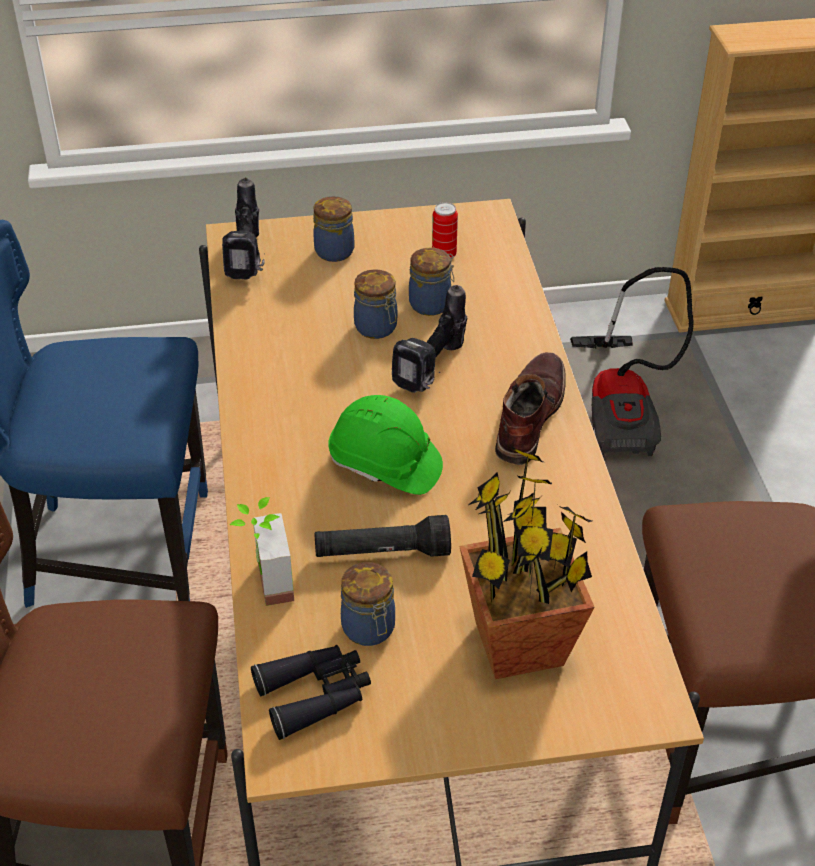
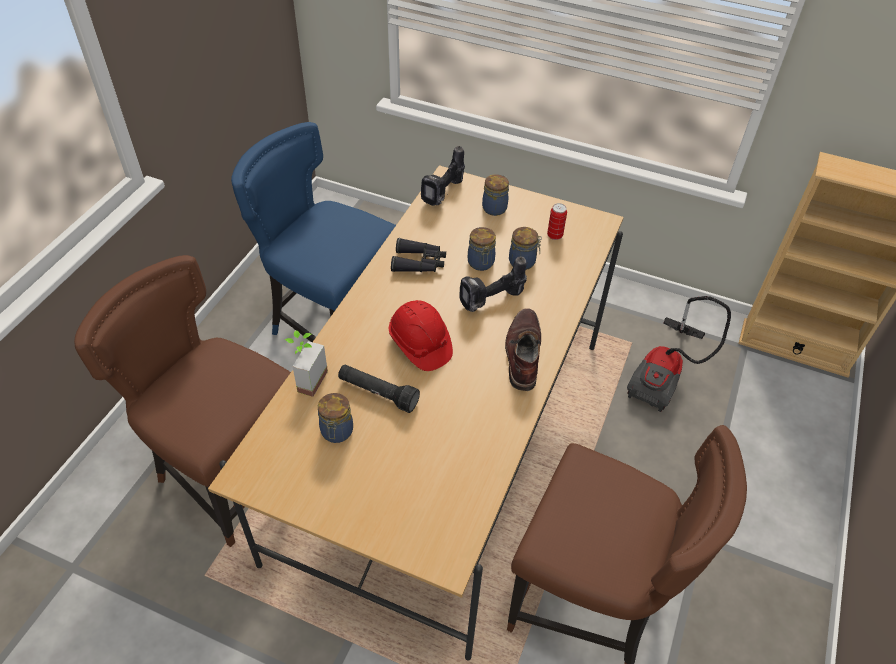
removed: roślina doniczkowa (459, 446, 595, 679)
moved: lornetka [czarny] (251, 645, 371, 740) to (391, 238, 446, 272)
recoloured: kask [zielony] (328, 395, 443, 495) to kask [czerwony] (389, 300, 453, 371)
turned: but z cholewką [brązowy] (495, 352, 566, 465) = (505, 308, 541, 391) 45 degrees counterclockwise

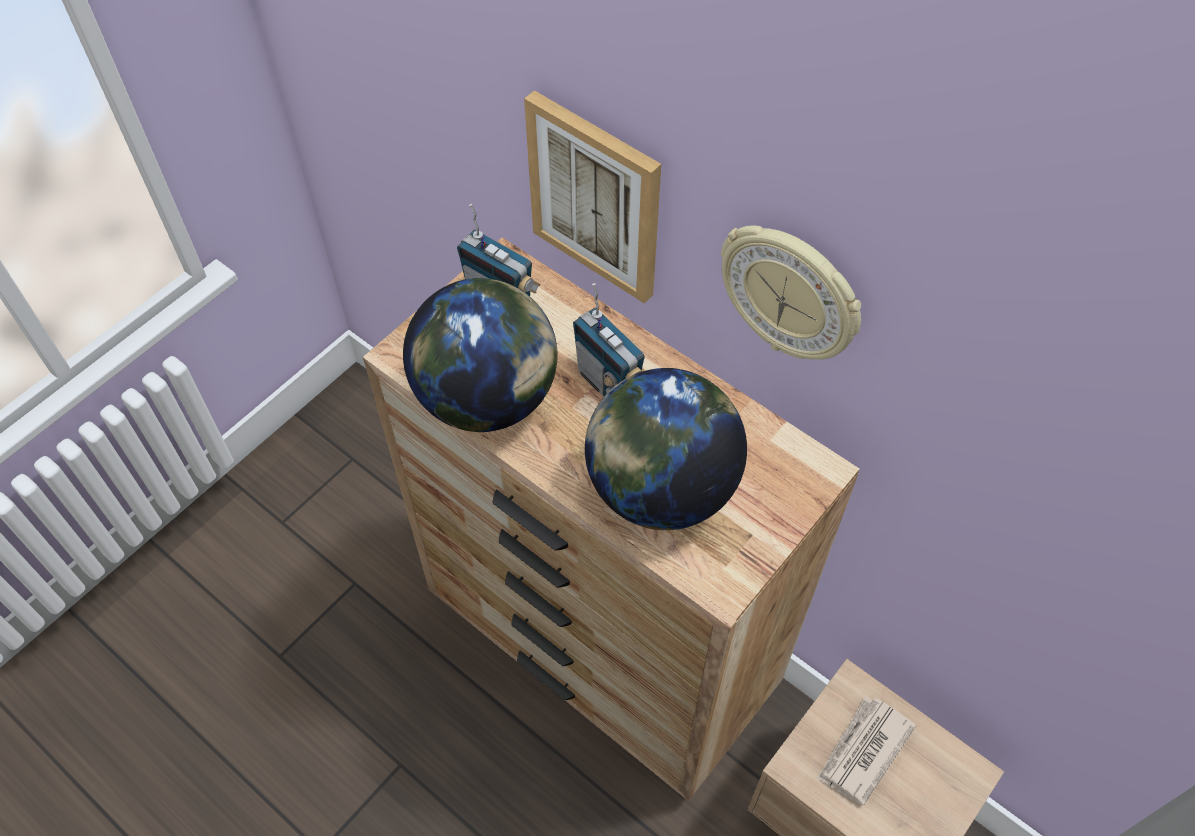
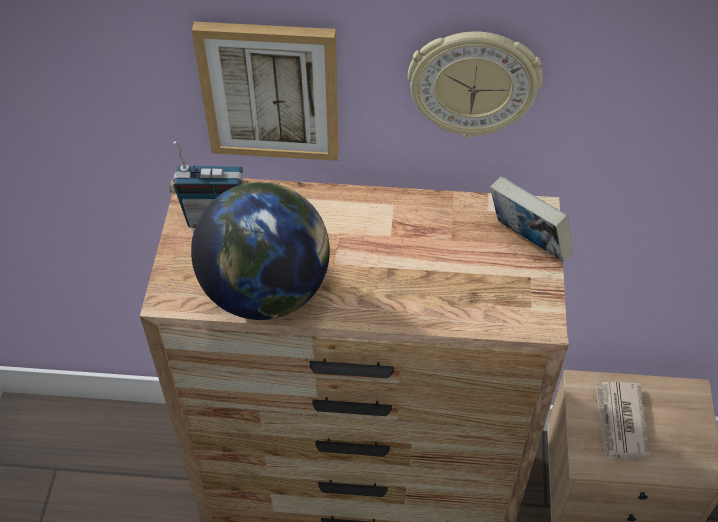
removed: radio (573, 283, 646, 396); globus (585, 368, 747, 530)
added: książka (490, 177, 573, 262)

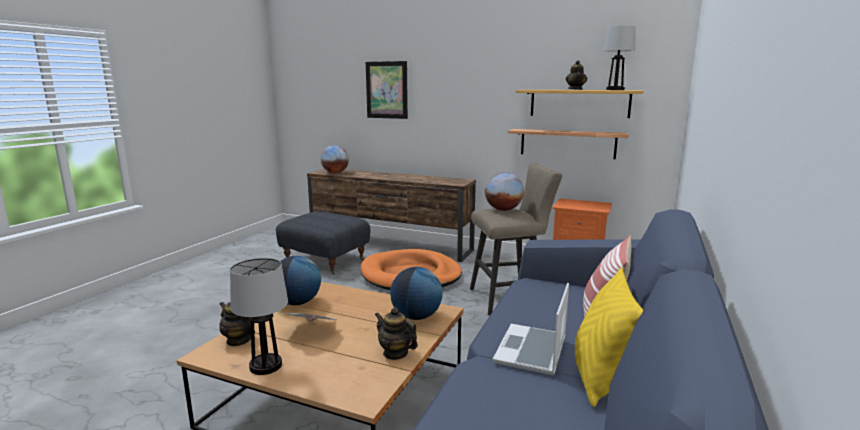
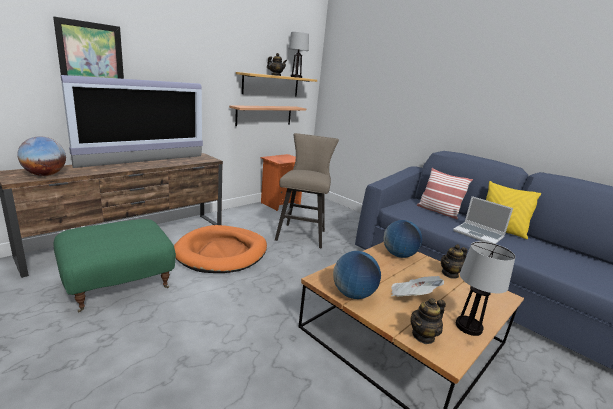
removed: globus (485, 172, 524, 211)
added: telewizor (61, 75, 203, 168)
recoloured: pufa [szary] (276, 211, 370, 275) to pufa [zielony] (54, 219, 176, 312)

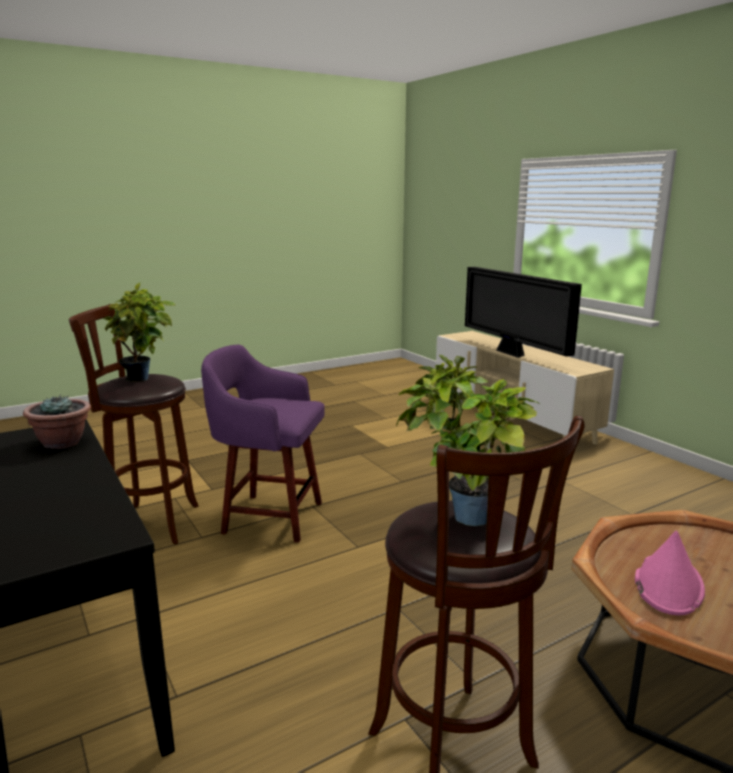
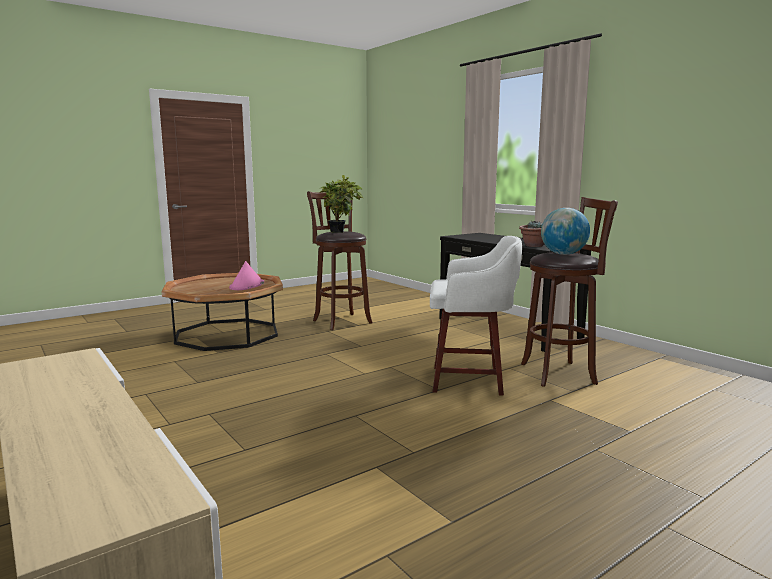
removed: telewizor (465, 267, 582, 358)
replaced: roślina doniczkowa (103, 282, 175, 381) to globus (541, 208, 590, 255)
recoloured: stołek [fioletowy] (201, 344, 325, 543) to stołek [biały] (430, 236, 522, 395)

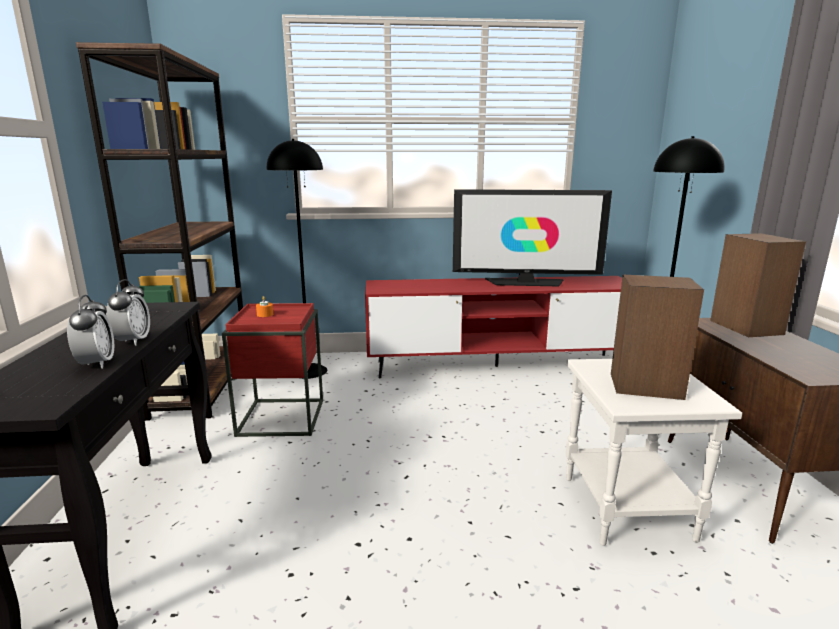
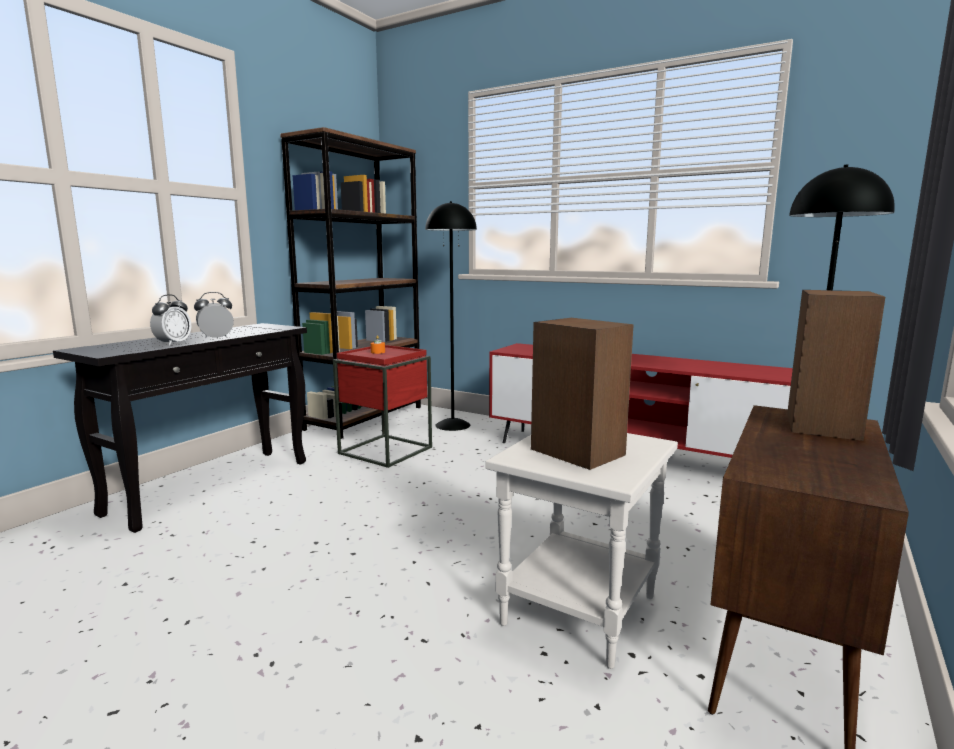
removed: telewizor (453, 189, 612, 286)
turned: budzik (106, 279, 150, 346) = (194, 292, 234, 339) 150 degrees counterclockwise

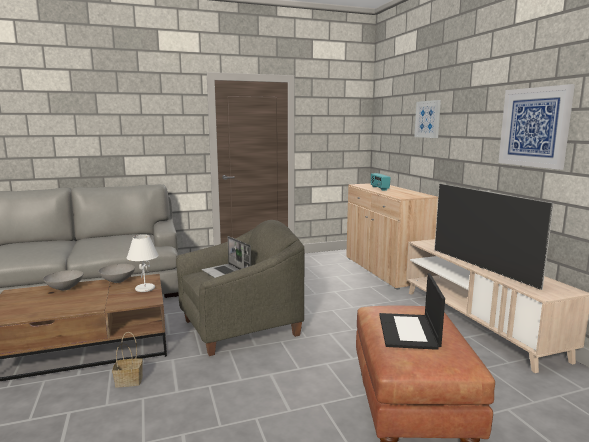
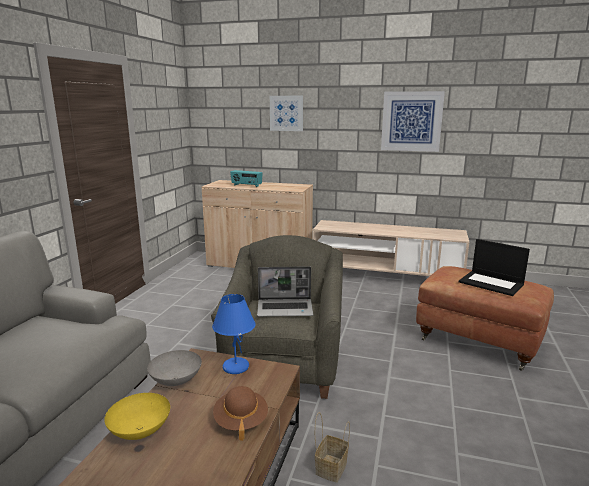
removed: telewizor (434, 184, 554, 290)
added: kapelusz [brązowy] (213, 386, 268, 441)
recoloured: miska [szary] (43, 270, 83, 291) to miska [żółty] (104, 393, 170, 440); lampa stołowa [biały] (127, 235, 159, 292) to lampa stołowa [niebieski] (212, 294, 256, 374)

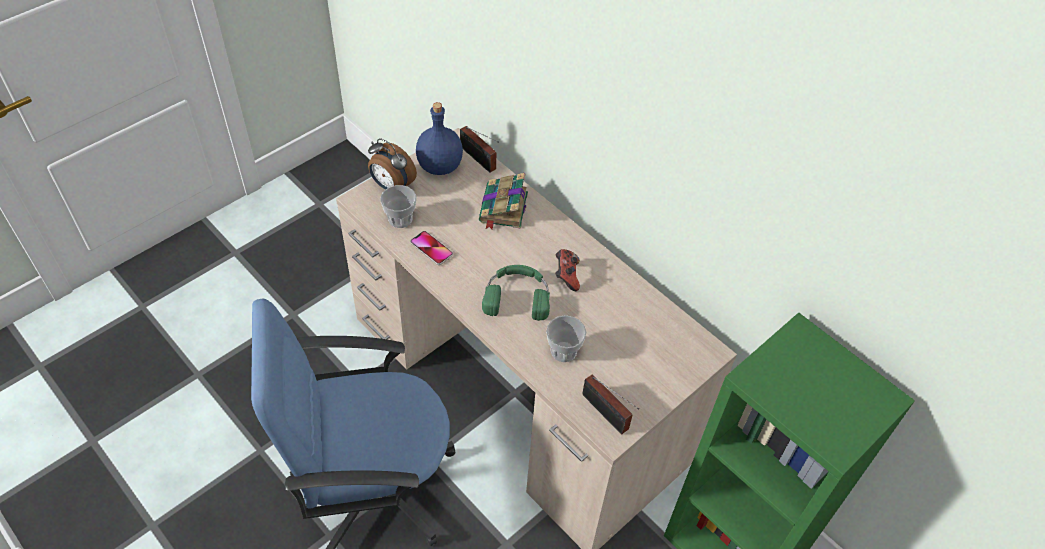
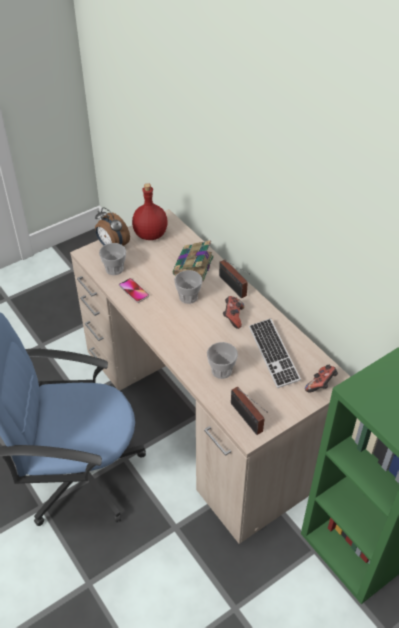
removed: słuchawki [zielony] (482, 265, 550, 321)
added: filiżanka (174, 270, 202, 304); klawiatura (249, 318, 301, 388); pad do gier (305, 365, 338, 393)
moved: radio (460, 126, 499, 173) to (219, 260, 250, 298)
recoloured: butelka [niebieski] (416, 102, 463, 175) to butelka [czerwony] (132, 183, 168, 240)

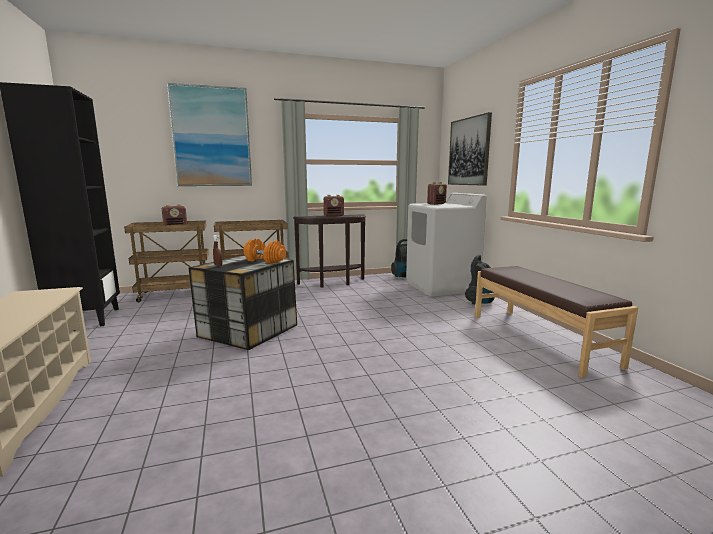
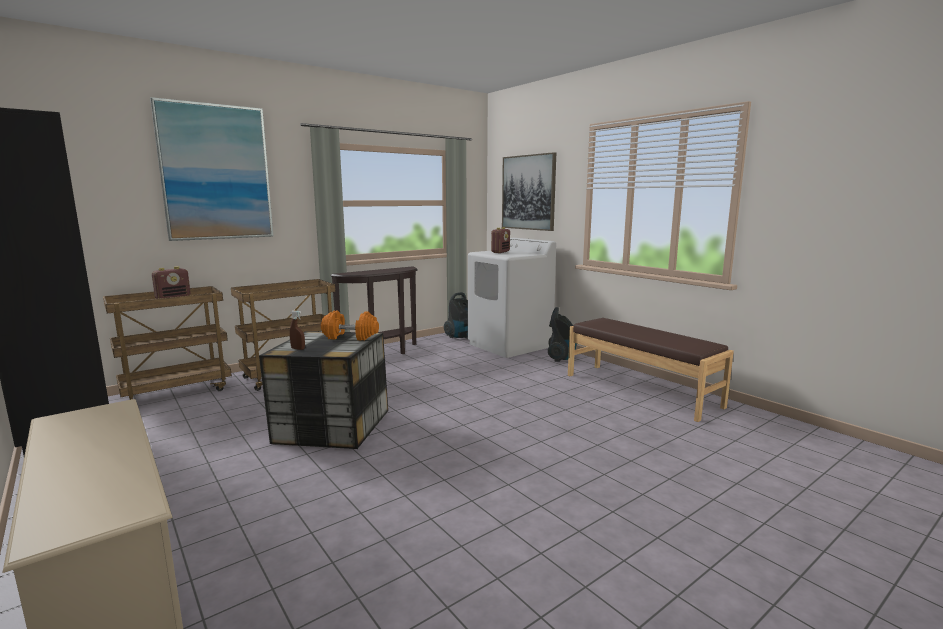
removed: radio (323, 195, 344, 217)

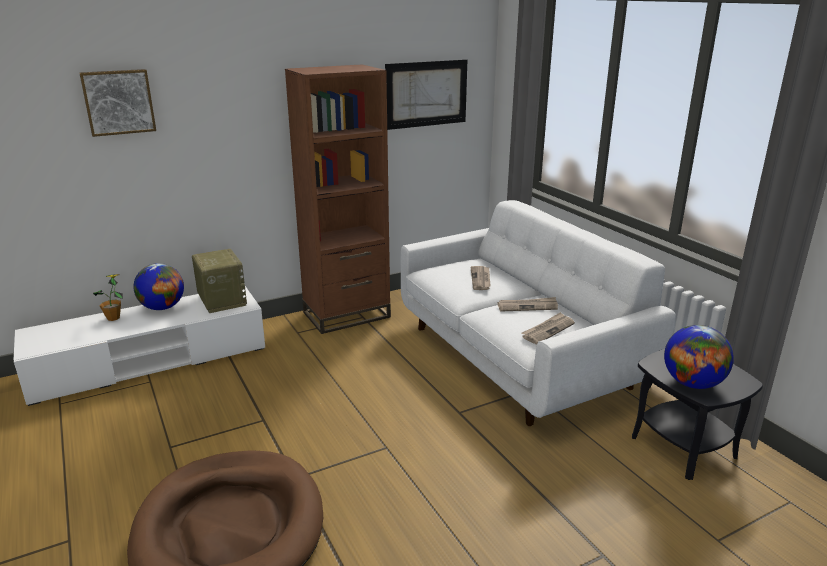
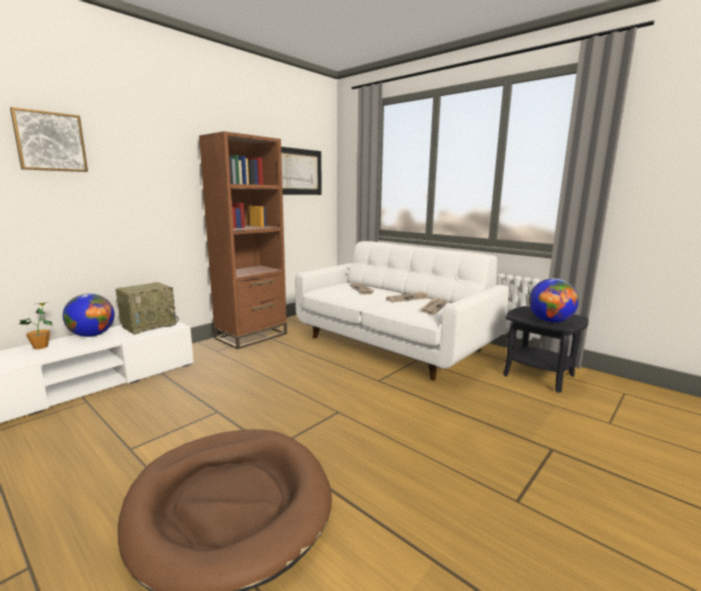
turned: radio (192, 249, 247, 313) = (116, 282, 179, 335) 90 degrees clockwise

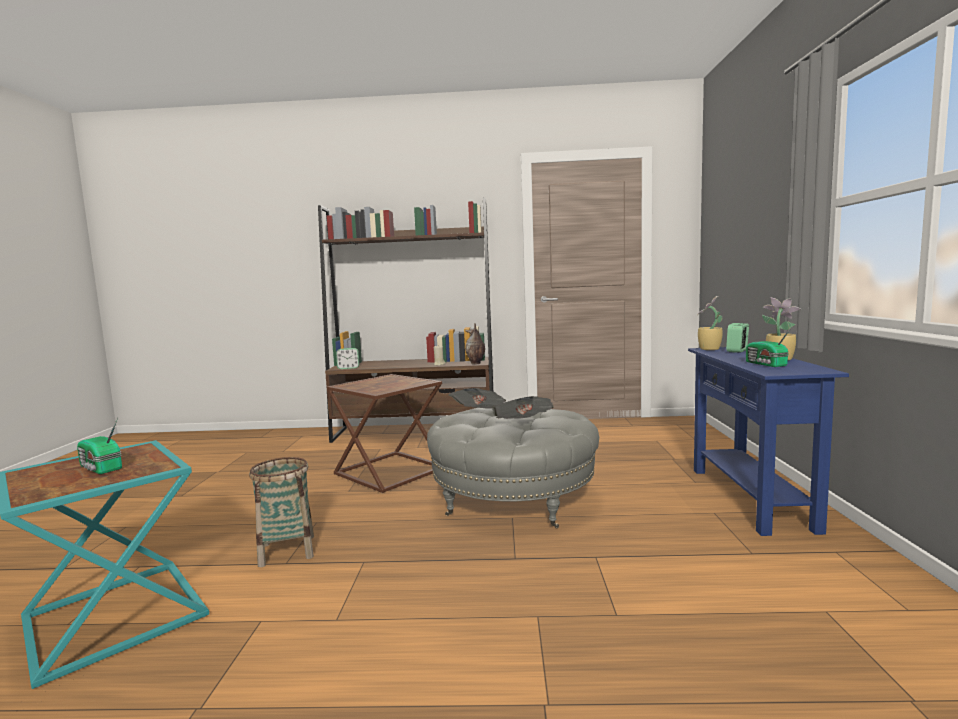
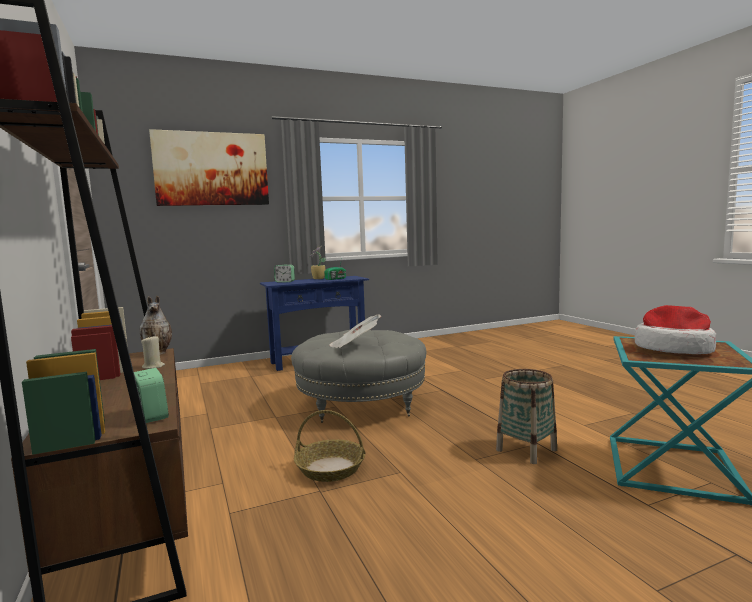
removed: gazeta (492, 396, 554, 419); roślina doniczkowa (697, 296, 723, 350)
added: obraz (149, 129, 269, 206)
replaced: radio (77, 418, 122, 474) to kapelusz (635, 305, 716, 354); stolik [brązowy] (327, 374, 442, 493) to koszyk (294, 410, 366, 482)

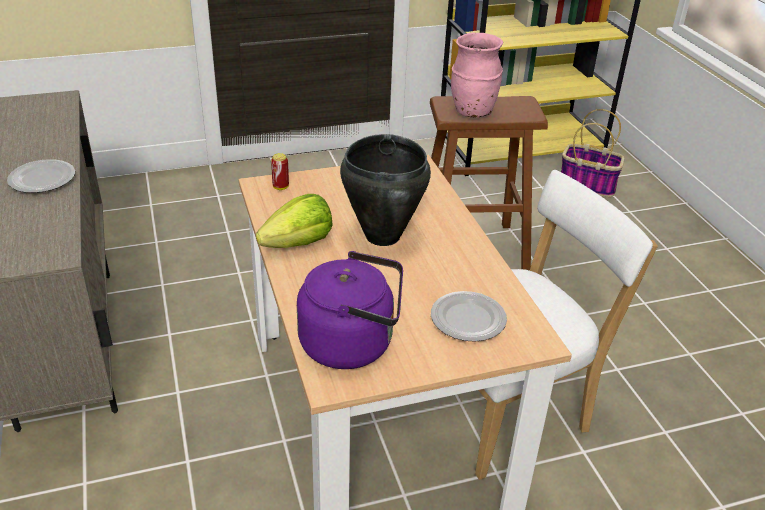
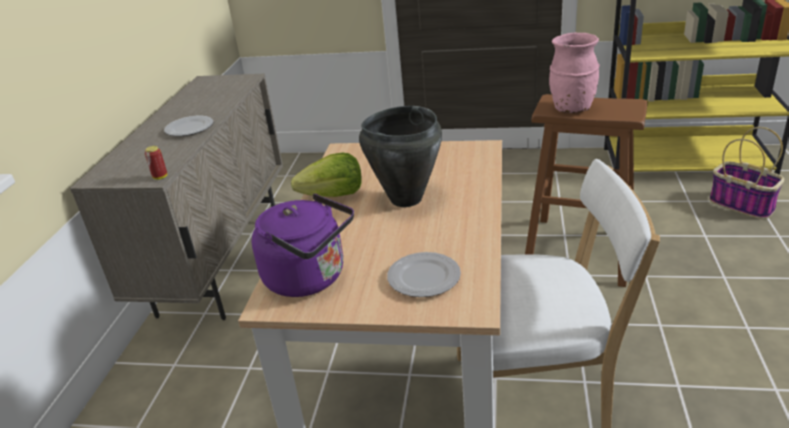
moved: puszka (271, 153, 289, 190) to (145, 146, 167, 180)

